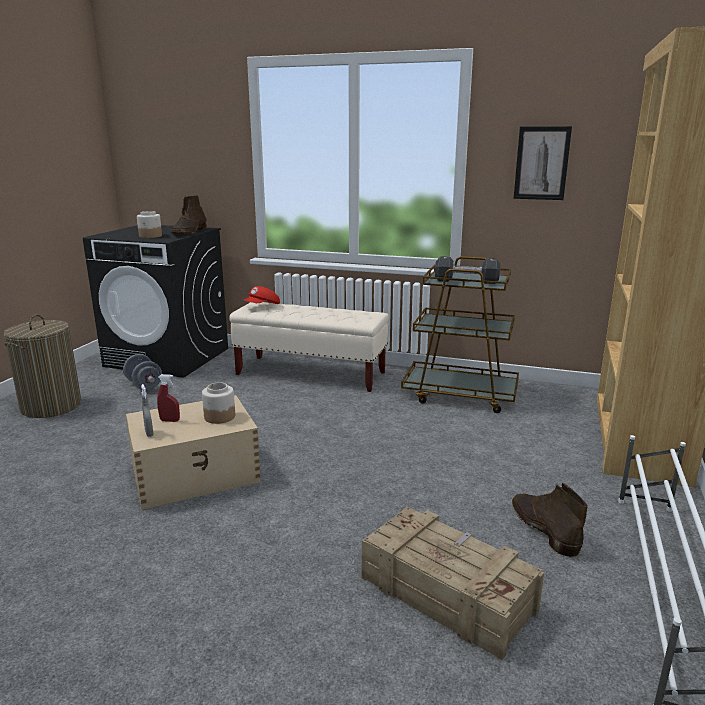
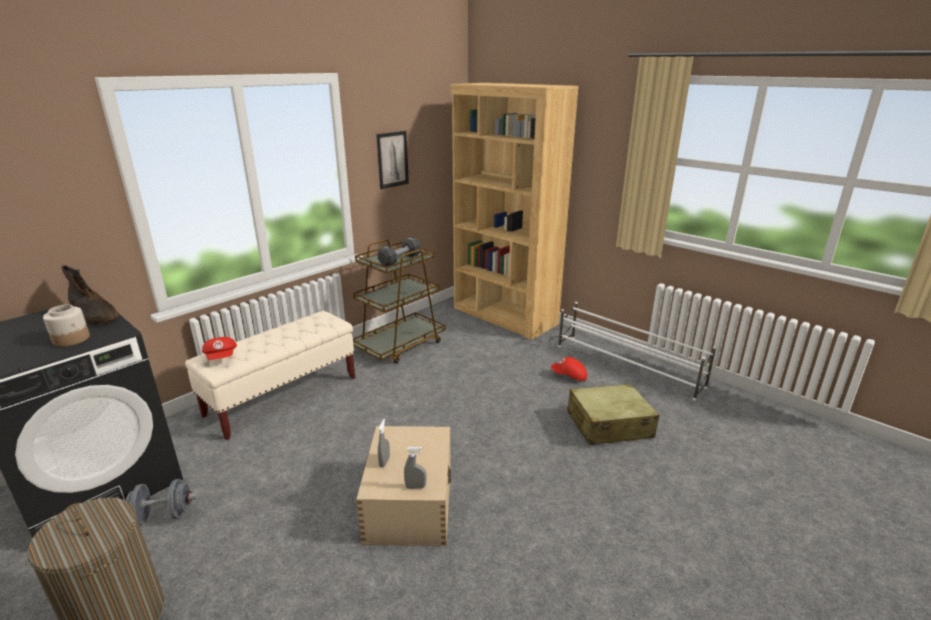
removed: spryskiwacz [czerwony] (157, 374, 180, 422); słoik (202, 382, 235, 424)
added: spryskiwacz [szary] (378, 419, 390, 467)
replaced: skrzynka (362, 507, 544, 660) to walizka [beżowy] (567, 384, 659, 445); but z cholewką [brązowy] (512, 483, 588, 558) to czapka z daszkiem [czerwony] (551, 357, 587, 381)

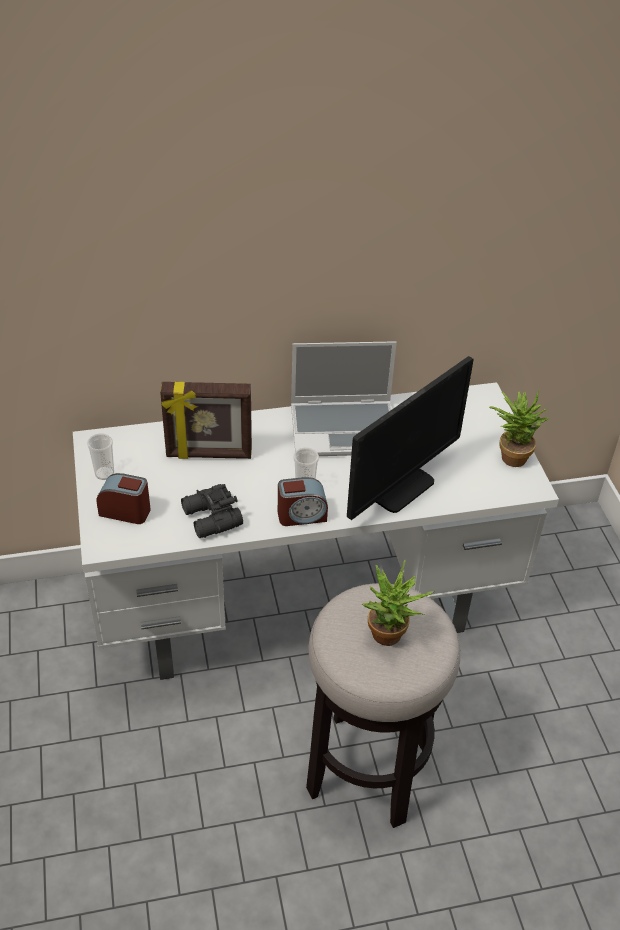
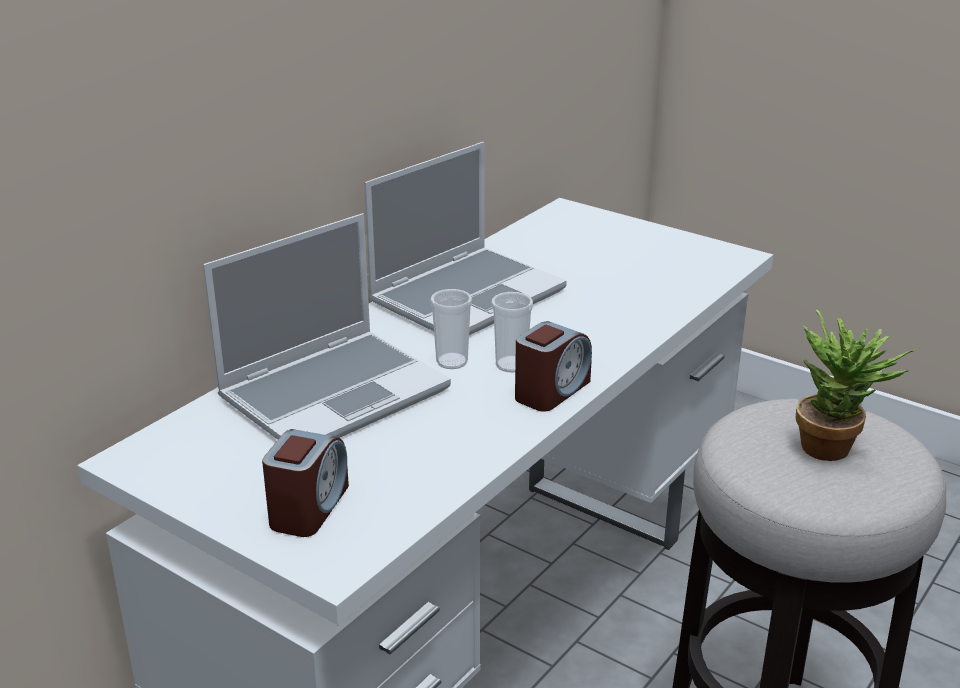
removed: lornetka [czarny] (181, 484, 243, 538); monitor (347, 356, 474, 520); roślina doniczkowa (489, 389, 549, 467)
moved: filiżanka (87, 433, 114, 480) to (430, 289, 472, 369)
replaced: ramka na zdjęcie (160, 382, 252, 459) to laptop (203, 213, 451, 440)
turned: budzik (97, 473, 151, 524) = (262, 429, 349, 537) 135 degrees clockwise

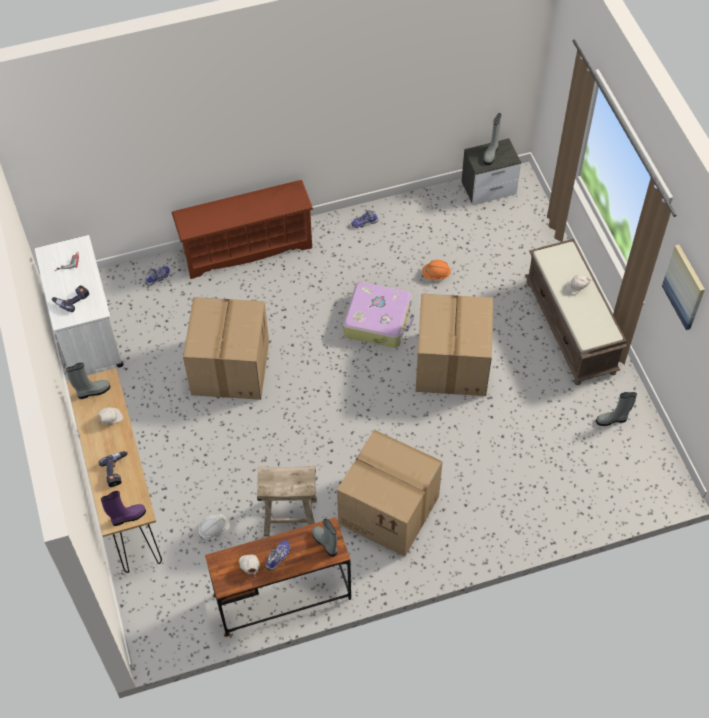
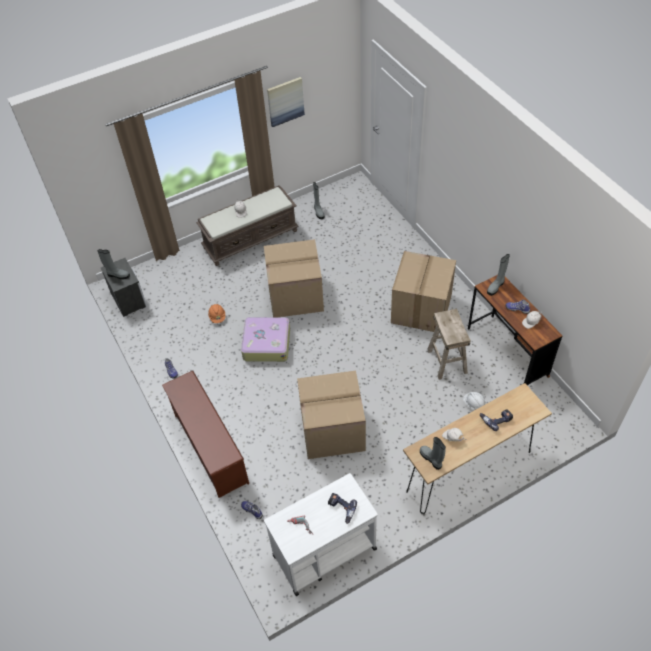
removed: but z cholewką [fioletowy] (101, 491, 146, 526)

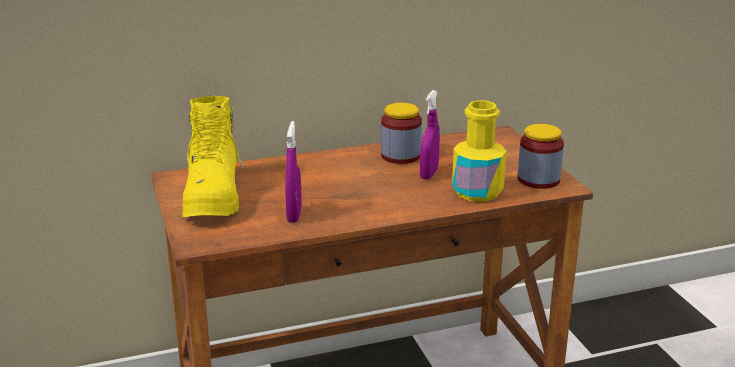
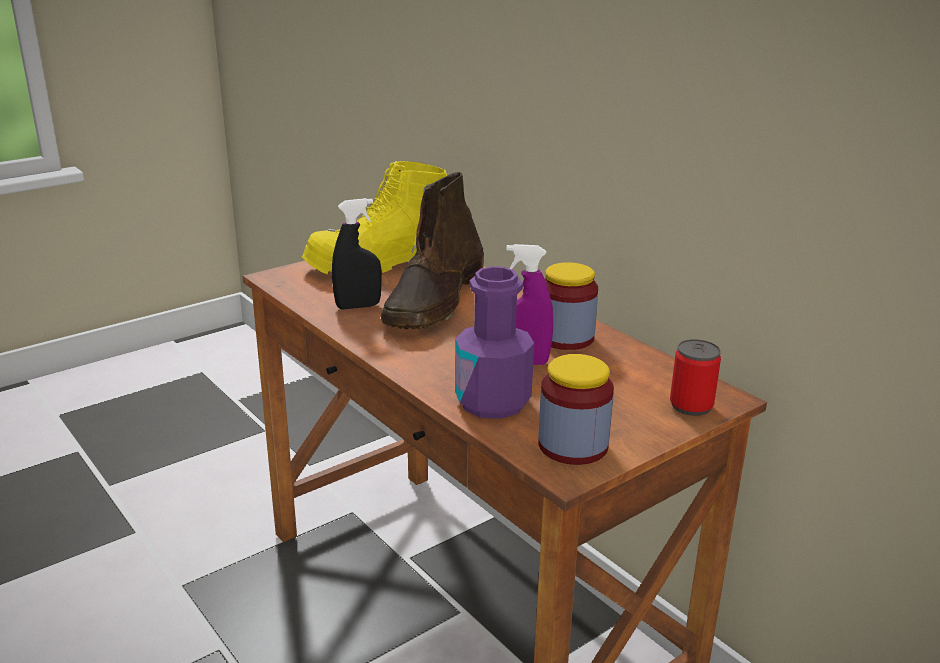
added: but z cholewką [brązowy] (381, 172, 484, 329); puszka (670, 339, 721, 416)
recoloured: spryskiwacz [fioletowy] (285, 121, 302, 222) to spryskiwacz [czarny] (332, 198, 382, 309); butelka [żółty] (452, 100, 507, 202) to butelka [fioletowy] (455, 266, 534, 419)

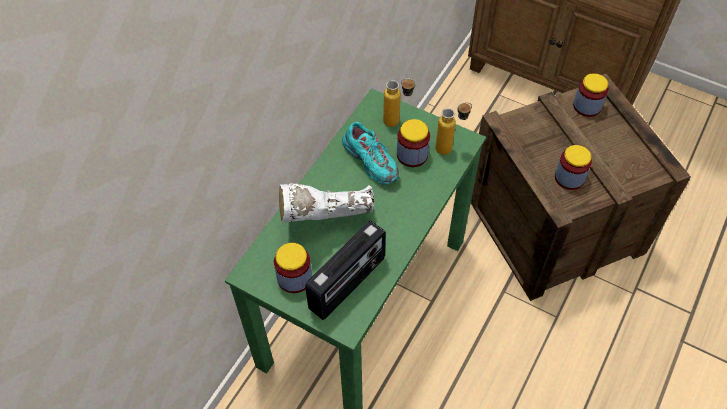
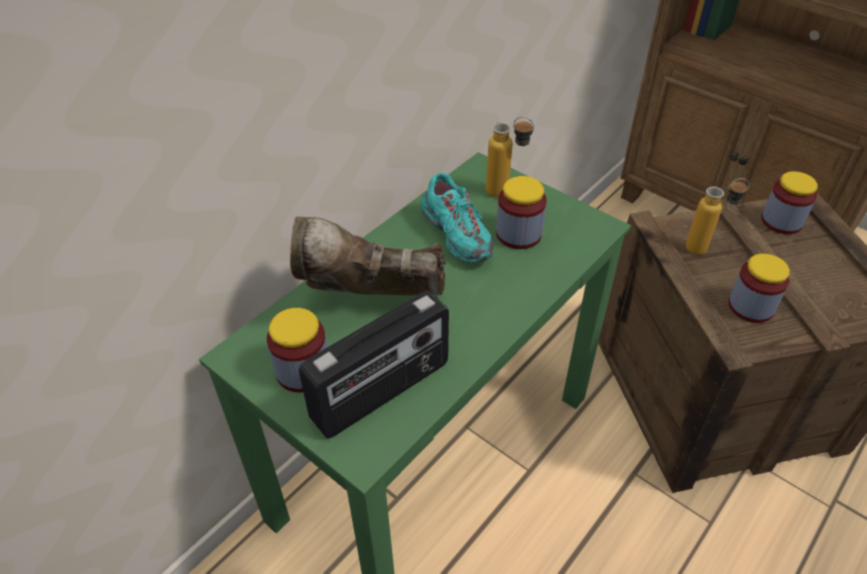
moved: butelka (435, 102, 472, 155) to (685, 178, 750, 255)
recoloured: but z cholewką [biały] (279, 184, 374, 222) to but z cholewką [brązowy] (290, 217, 446, 296)

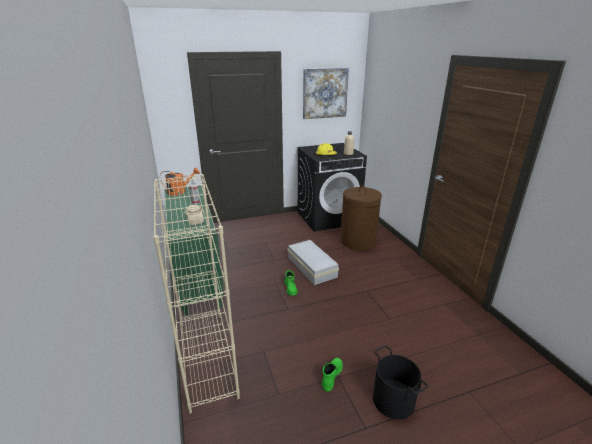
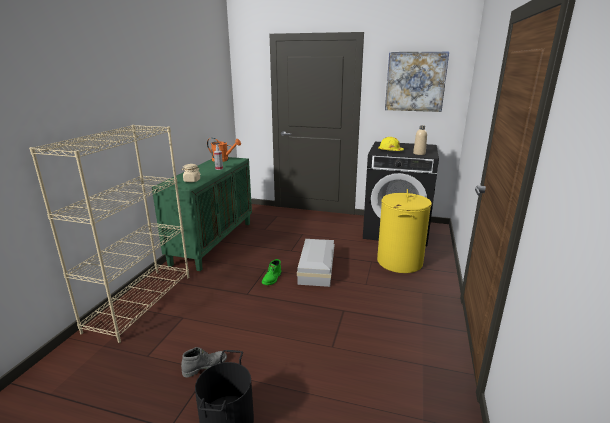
recoloured: but z cholewką [zielony] (322, 358, 343, 391) to but z cholewką [szary] (181, 347, 227, 377); kosz na pranie [brązowy] (340, 185, 382, 250) to kosz na pranie [żółty] (377, 189, 432, 273)

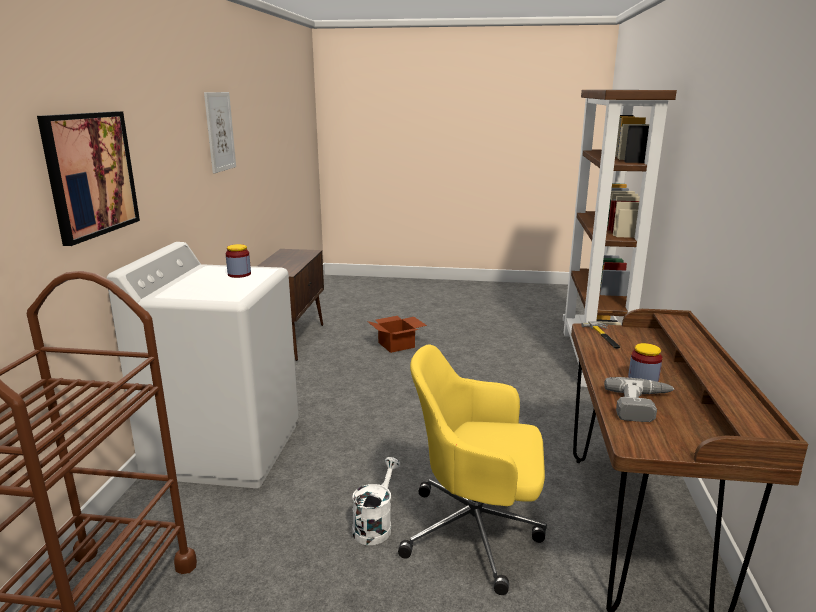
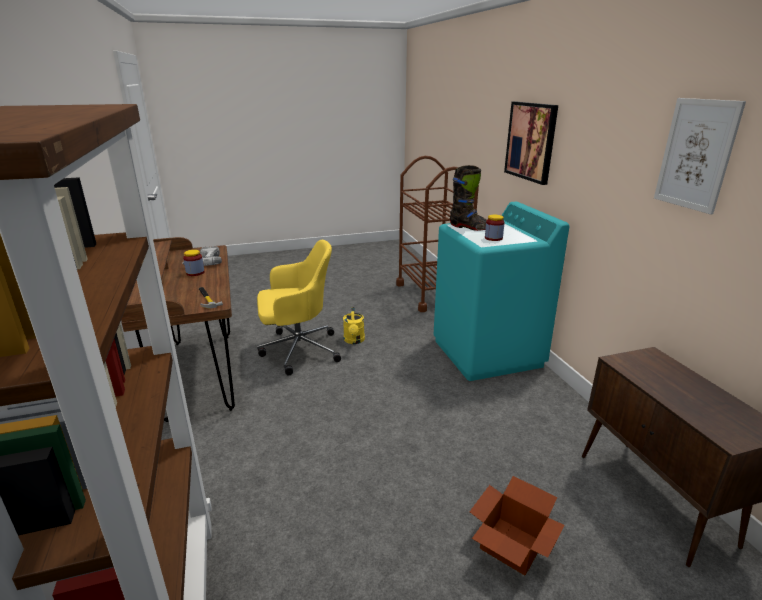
added: but z cholewką [czarny] (450, 165, 487, 231)
recoloured: pralka [biały] (106, 242, 298, 488) to pralka [turkusowy] (434, 202, 569, 381); konewka [biały] (352, 457, 400, 545) to konewka [żółty] (343, 307, 365, 344)

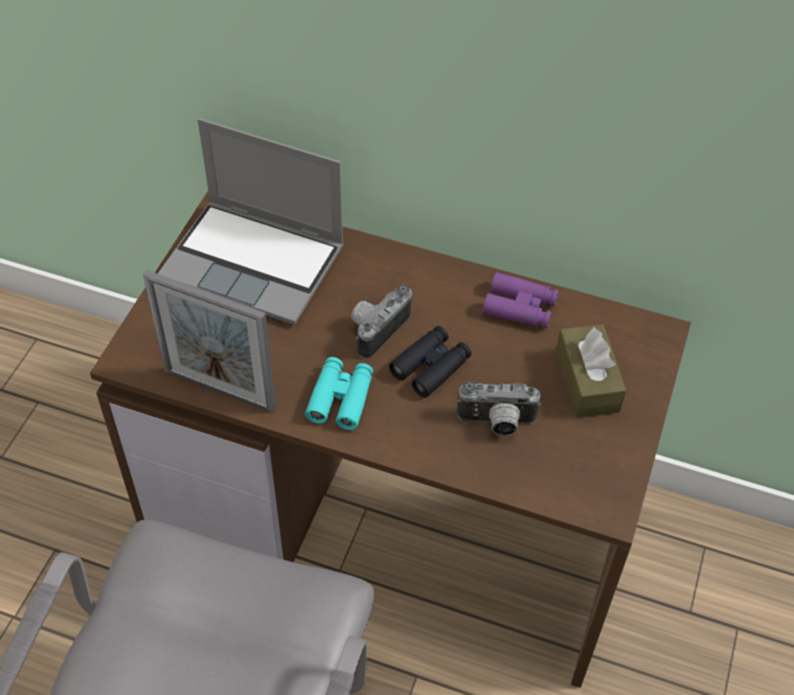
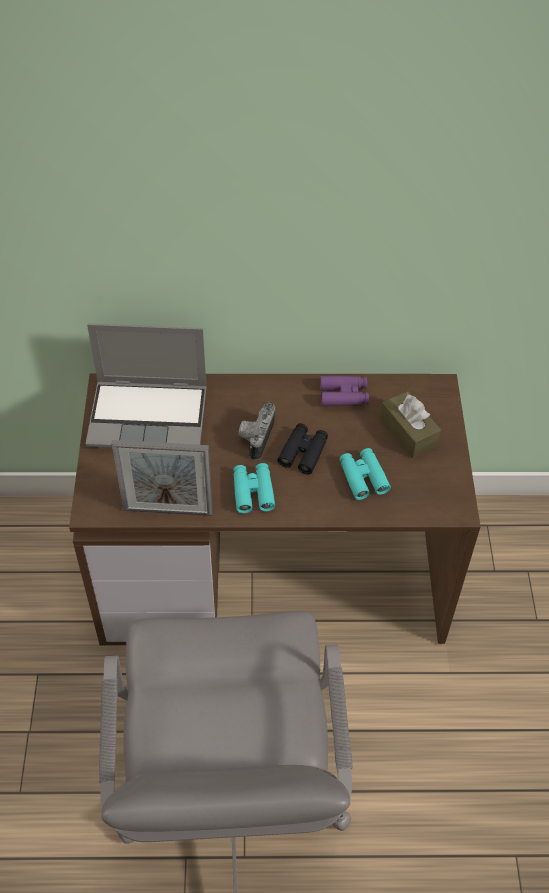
replaced: aparat fotograficzny (457, 381, 541, 436) to lornetka [turkusowy] (340, 448, 391, 500)

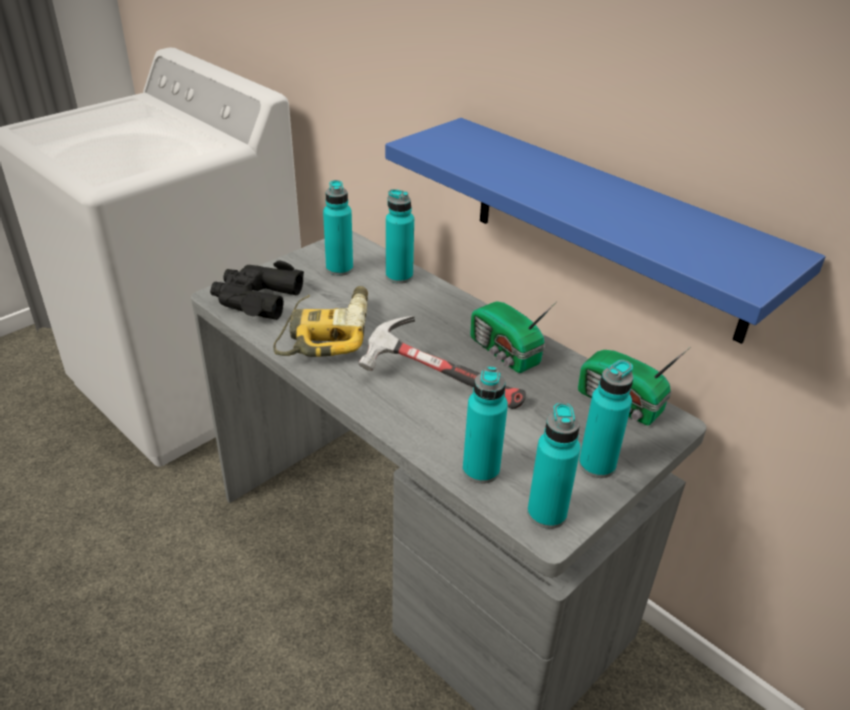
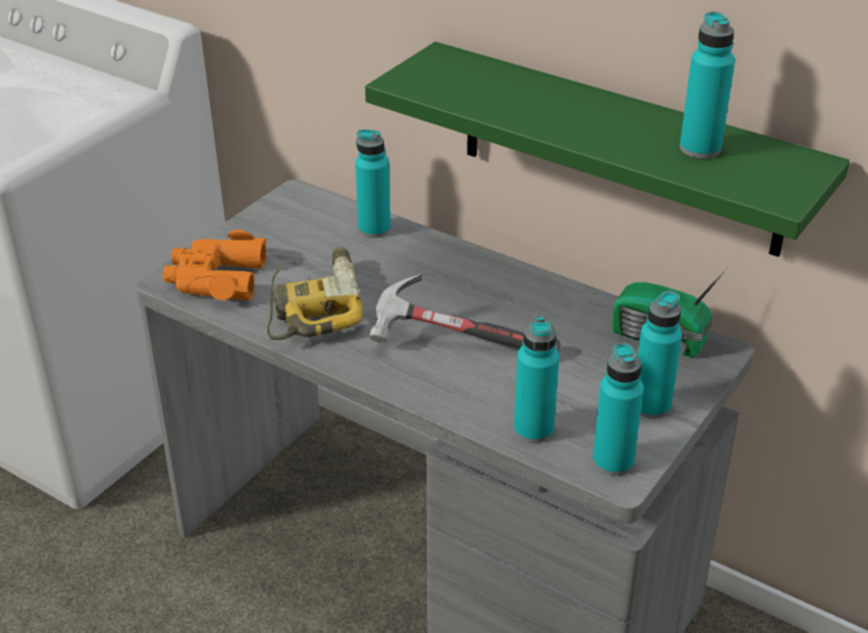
removed: radio (470, 301, 557, 373)
moved: butelka [turkusowy] (323, 180, 353, 276) to (680, 12, 735, 159)
recoloured: lornetka [czarny] (210, 260, 304, 320) to lornetka [pomarańczowy] (163, 230, 267, 300); półka [niebieski] (385, 118, 826, 344) to półka [zielony] (365, 42, 850, 257)

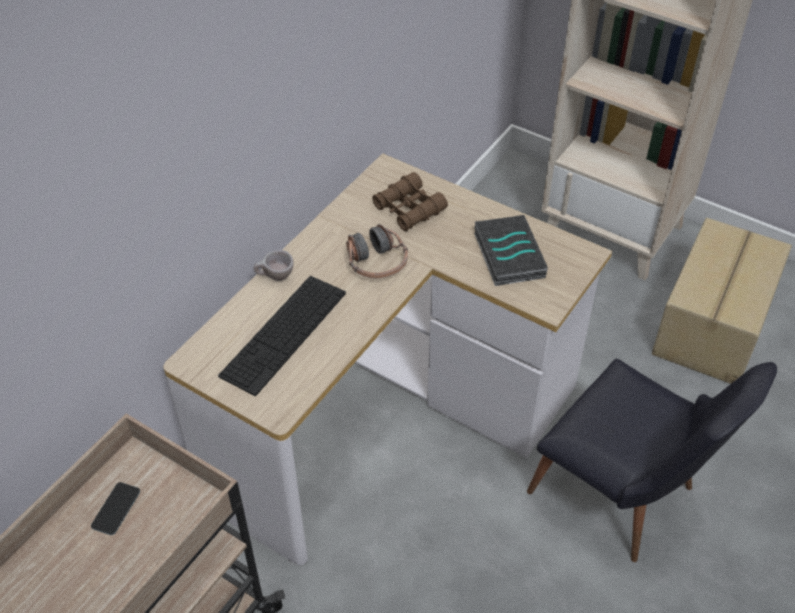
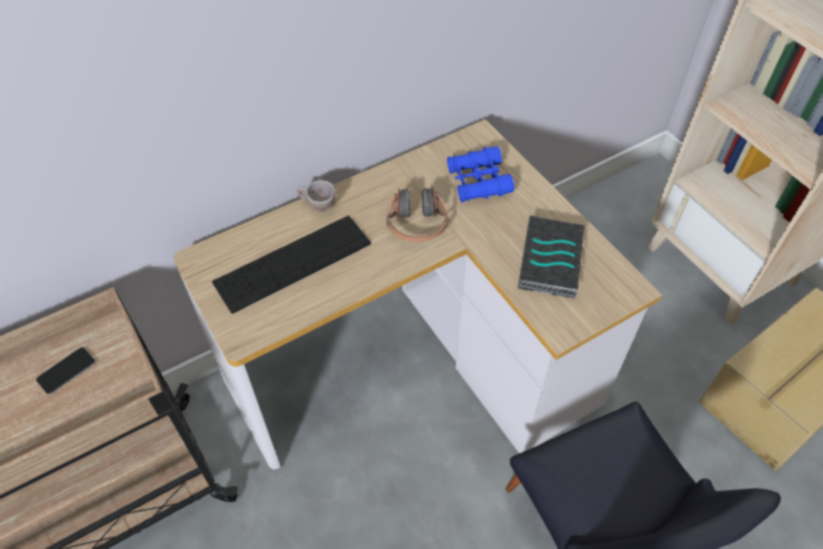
recoloured: lornetka [brązowy] (372, 172, 448, 231) to lornetka [niebieski] (447, 146, 514, 202)

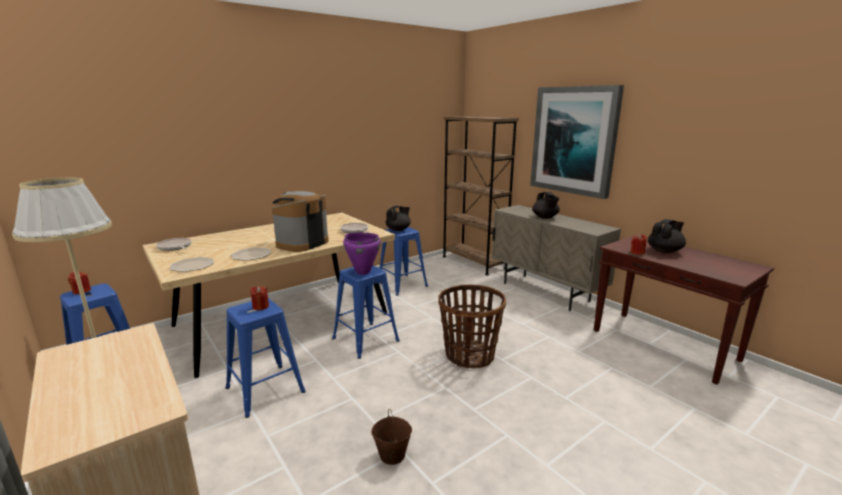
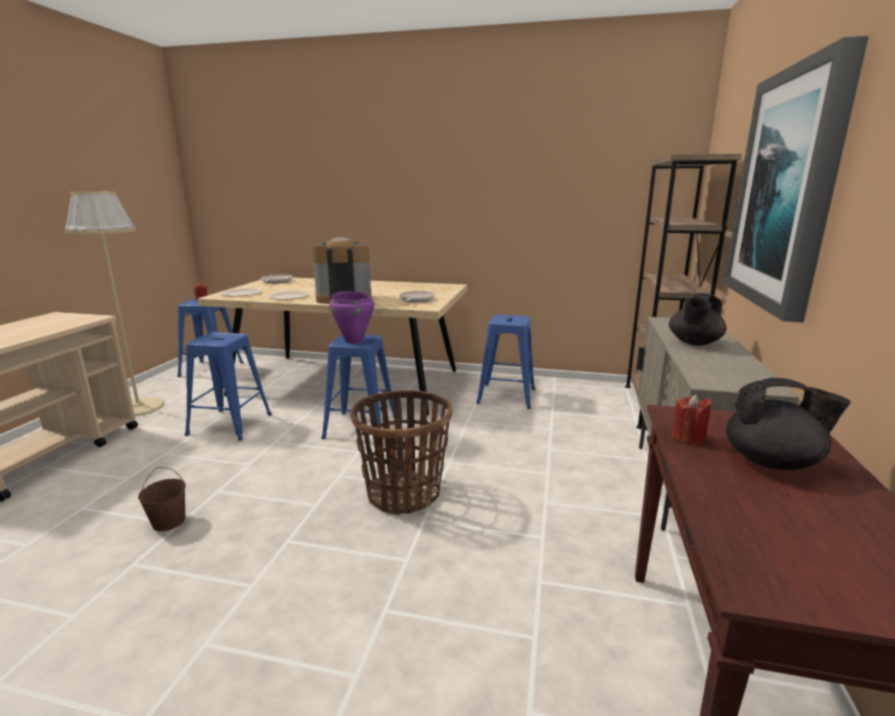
removed: świeca [czerwony] (250, 286, 269, 310); imbryk [czarny] (386, 206, 411, 231)

